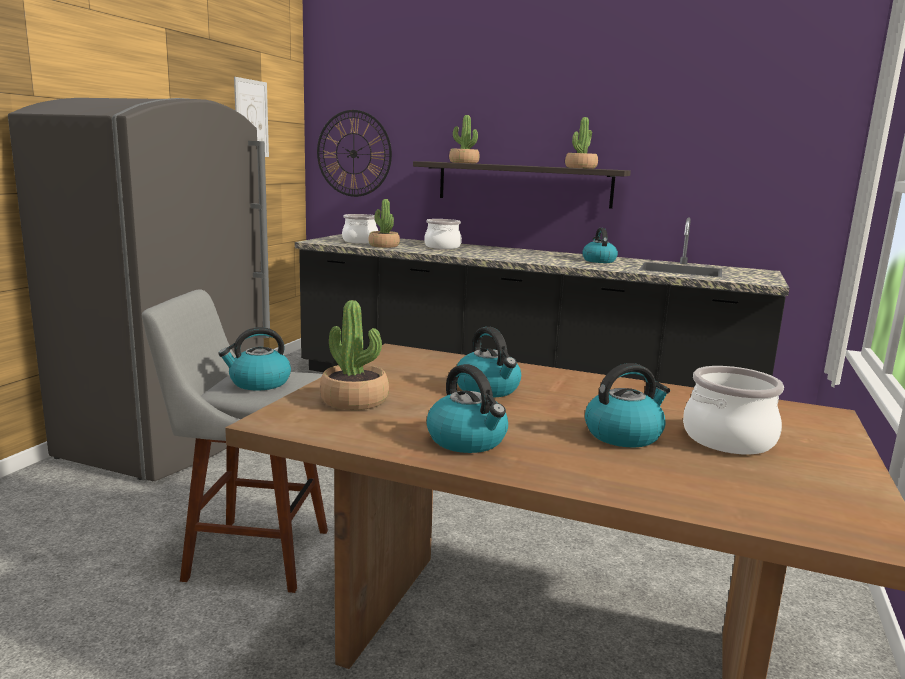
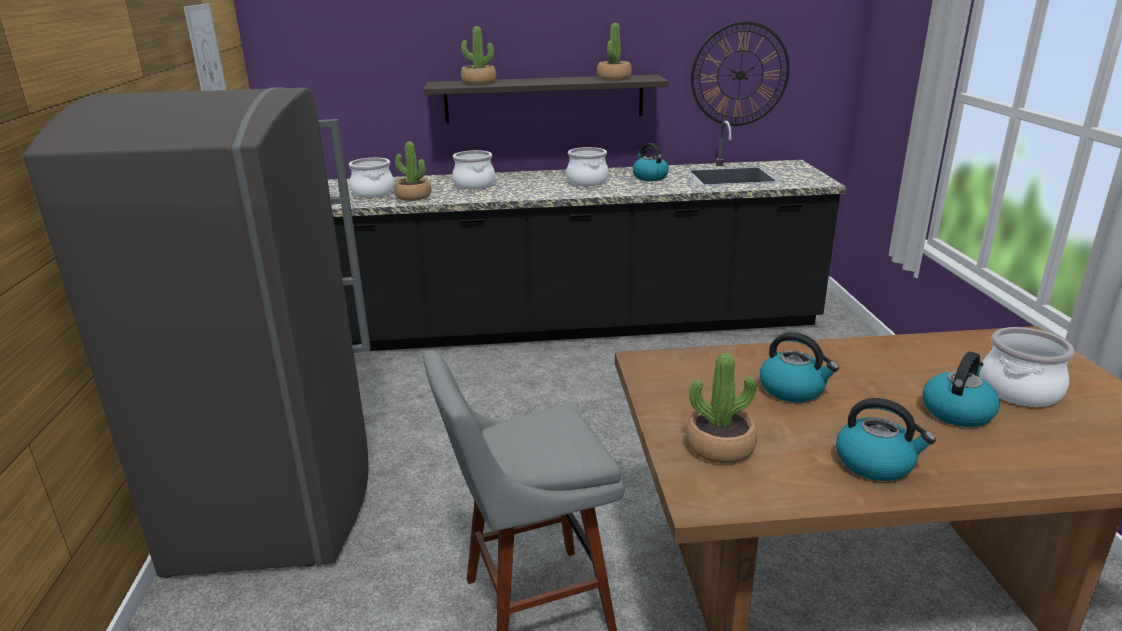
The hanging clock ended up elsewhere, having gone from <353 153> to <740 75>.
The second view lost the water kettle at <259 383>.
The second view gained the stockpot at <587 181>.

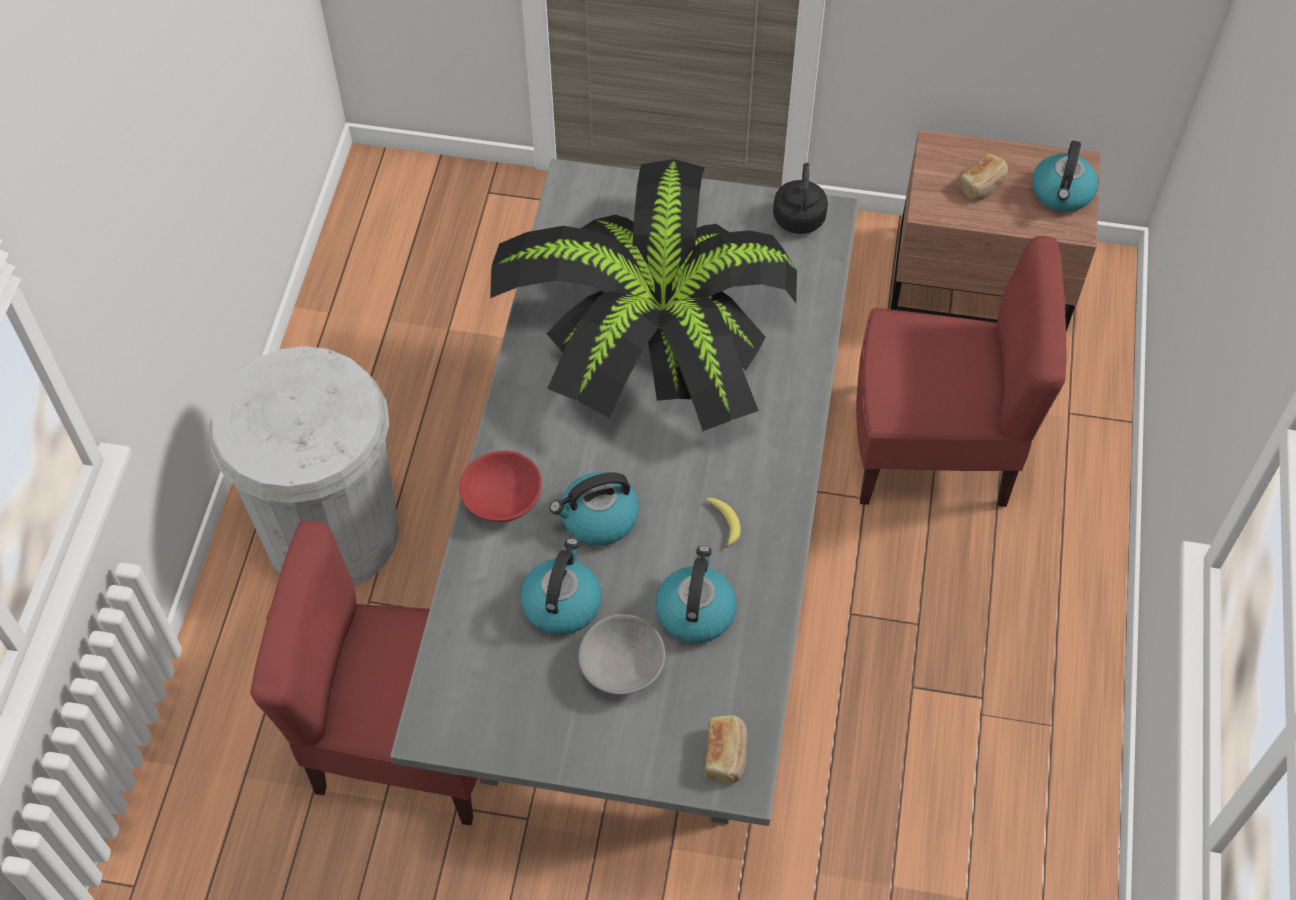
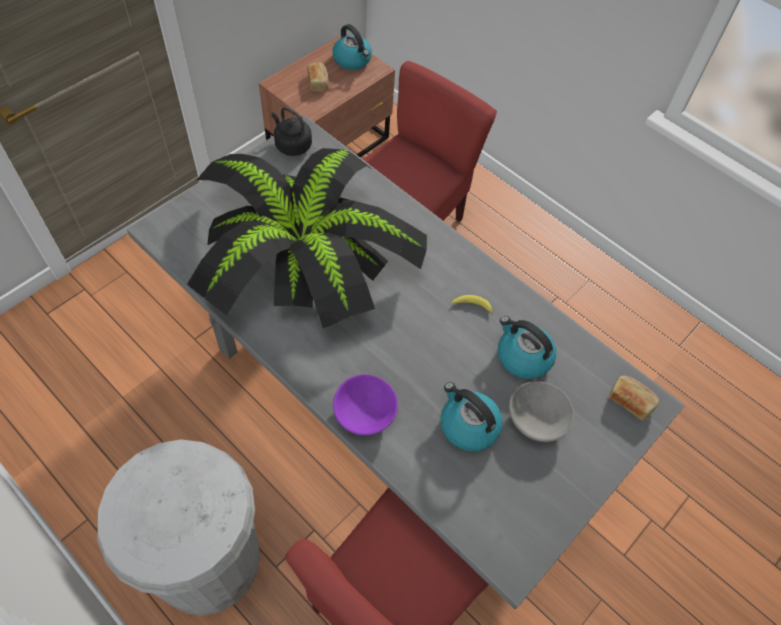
What was the red serving bowl at <503 500> turned into the purple serving bowl at <365 413>.
The second view lost the water kettle at <598 518>.

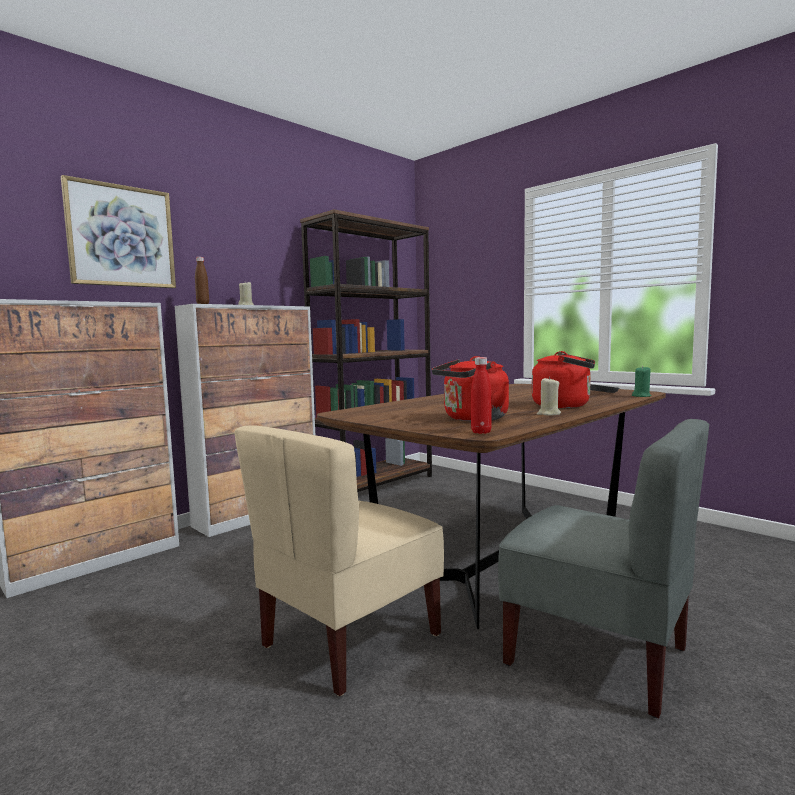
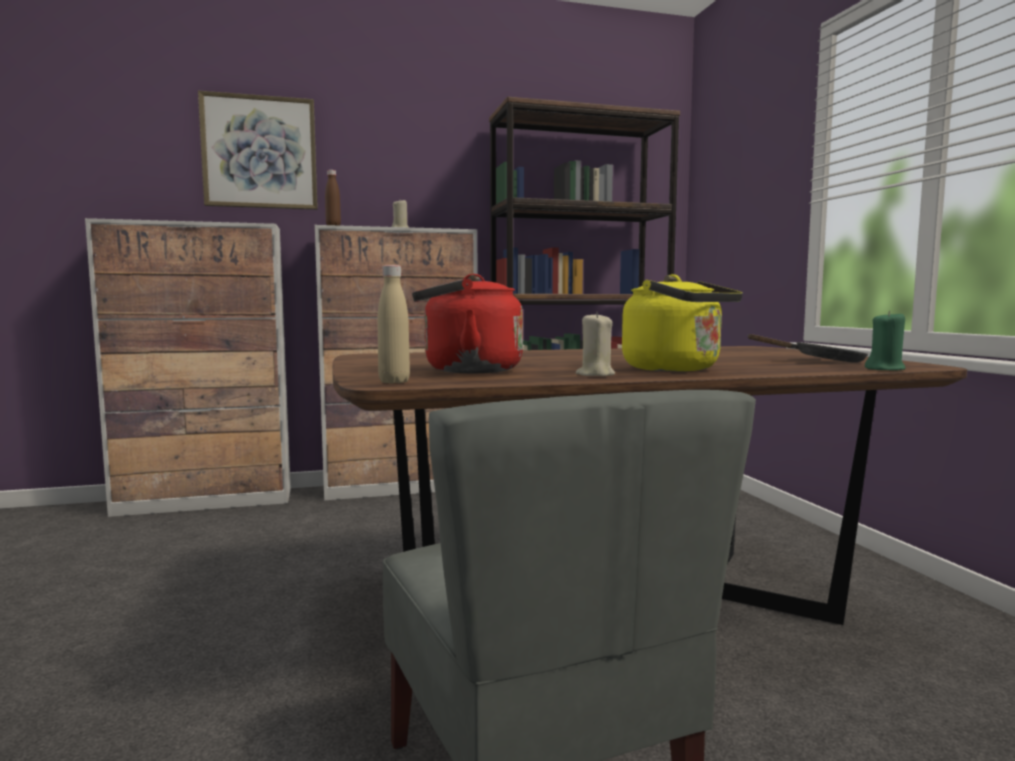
What was the red water kettle at <565 406> turned into the yellow-coloured water kettle at <677 369>.
What was the red bottle at <481 432> turned into the beige bottle at <394 382>.
The second view lost the beige upright chair at <349 640>.

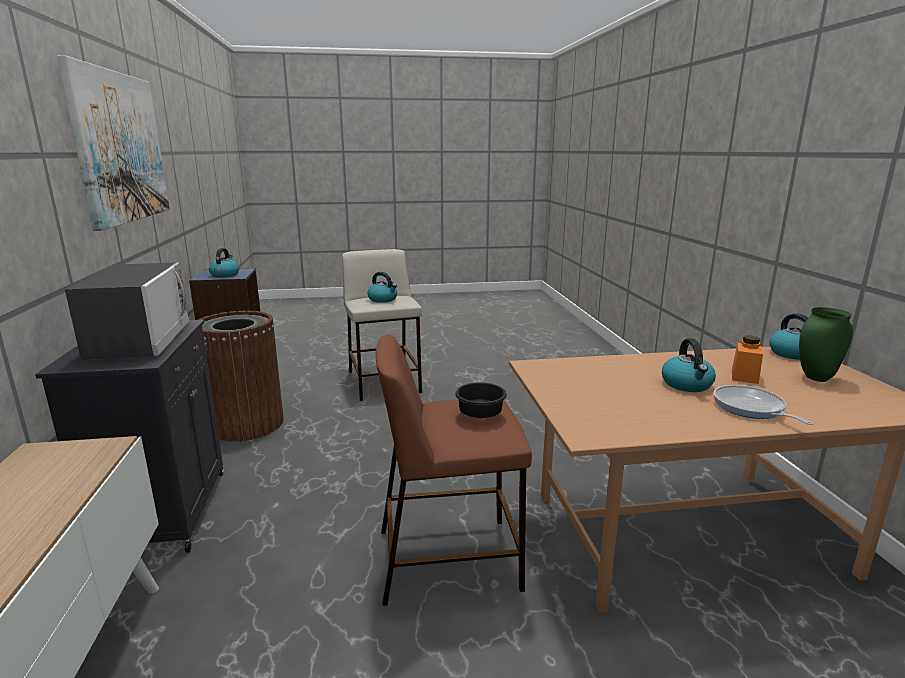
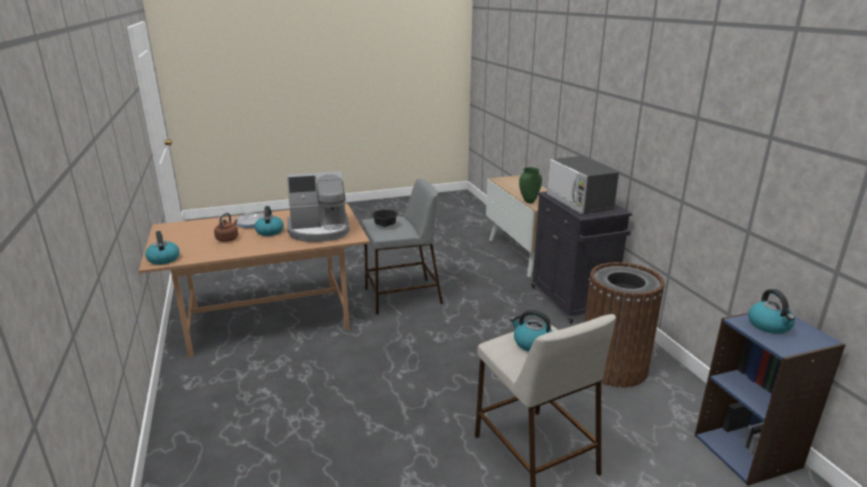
The second view lost the wall art at <120 147>.
The green-coloured vase ended up elsewhere, having gone from <816 378> to <529 201>.
What was the brown sitting stool at <450 558> turned into the greyish sitting stool at <402 296>.
Where the orange-coloured preserve jar stood at <744 376>, the brown water kettle came to stand at <228 239>.
The second view gained the coffee machine at <319 230>.

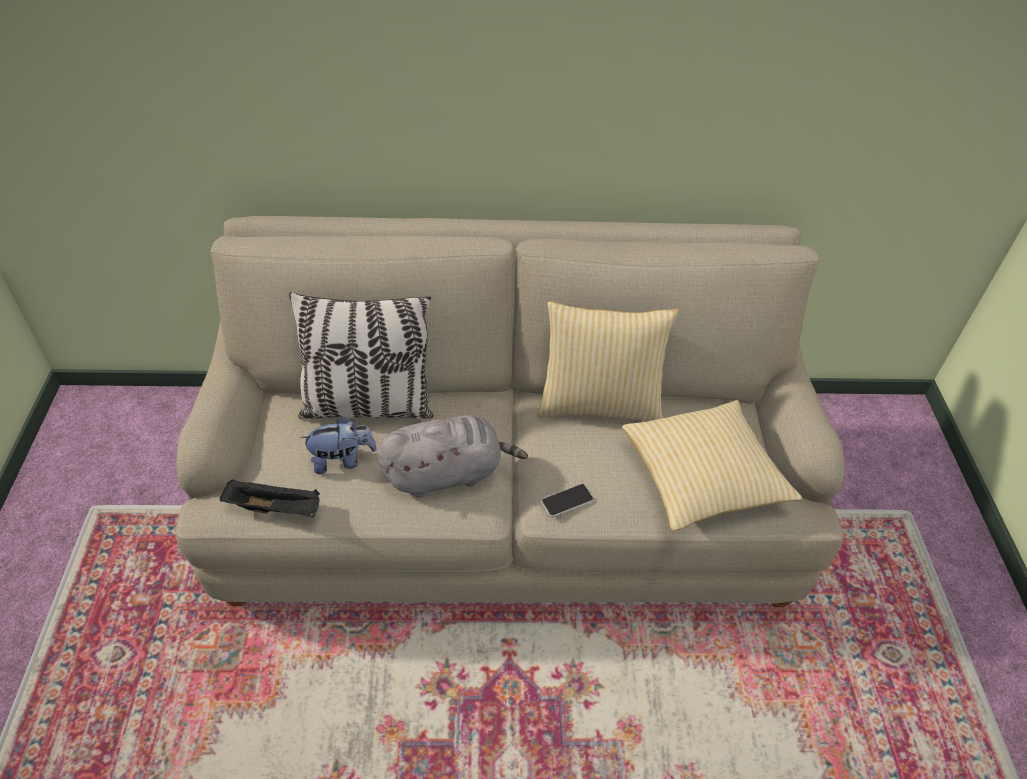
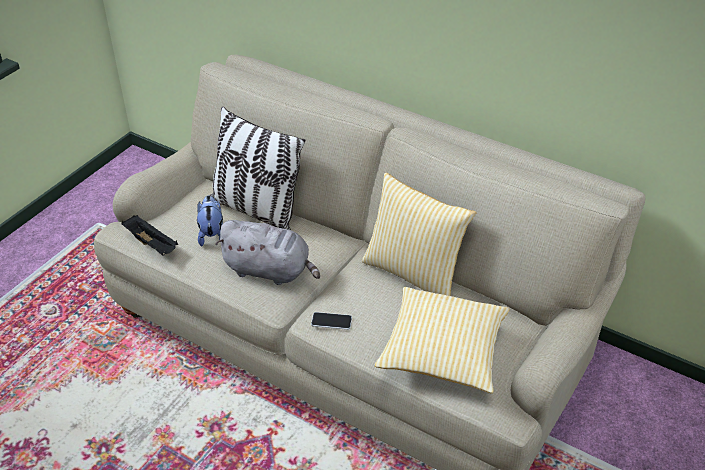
The cuddly toy at <342 460> ended up facing another way, 120 degrees counterclockwise from before.

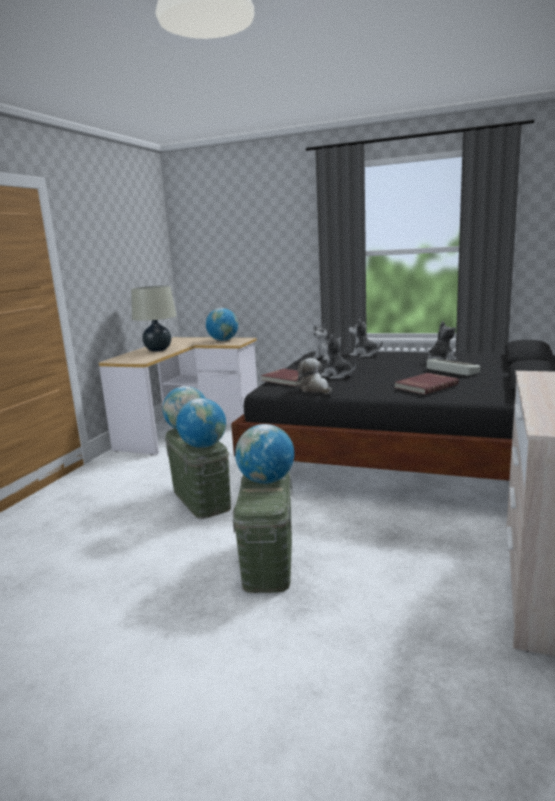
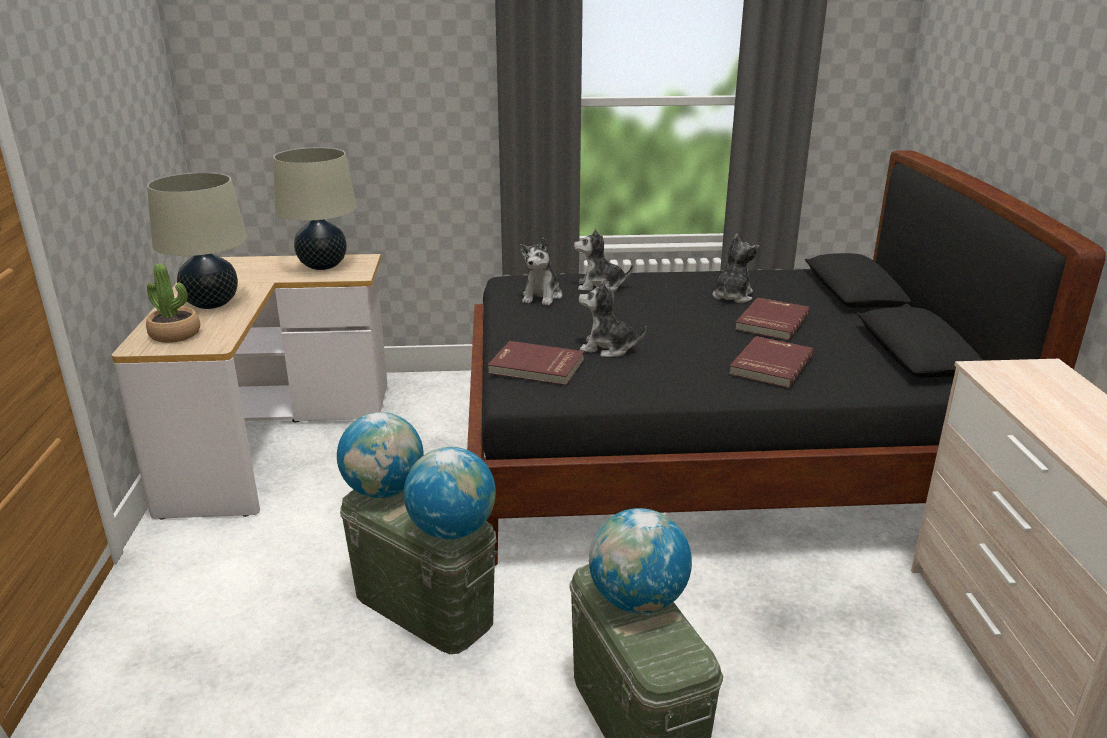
Where the world globe stood at <223 340>, the beige table lamp came to stand at <323 266>.
The second view lost the cuddly toy at <315 389>.
Where the keyboard stood at <451 371>, the red volume came to stand at <770 321>.
The second view gained the houseplant at <175 334>.

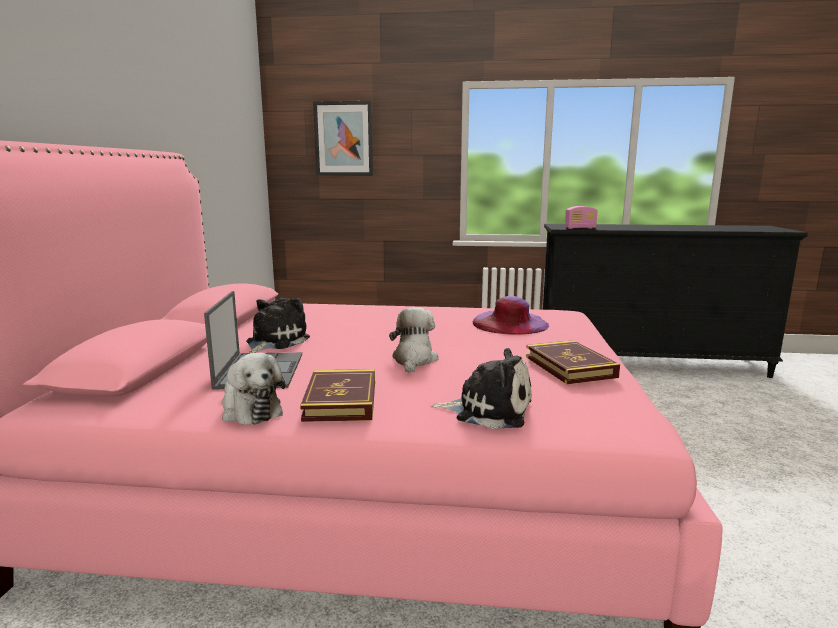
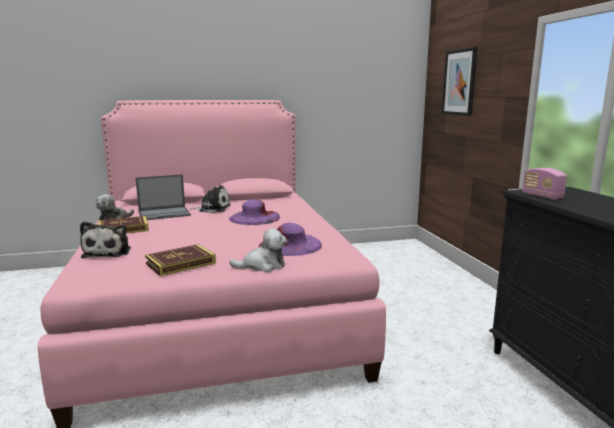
The cuddly toy ended up elsewhere, having gone from <414 360> to <262 266>.
The second view gained the purple wearable hat at <254 217>.

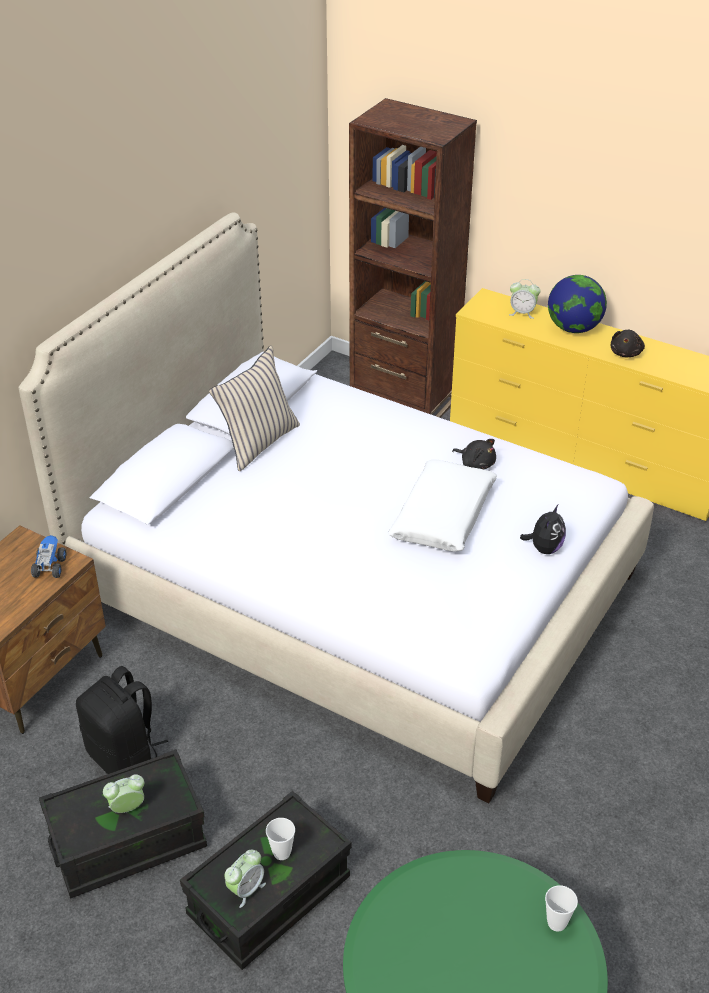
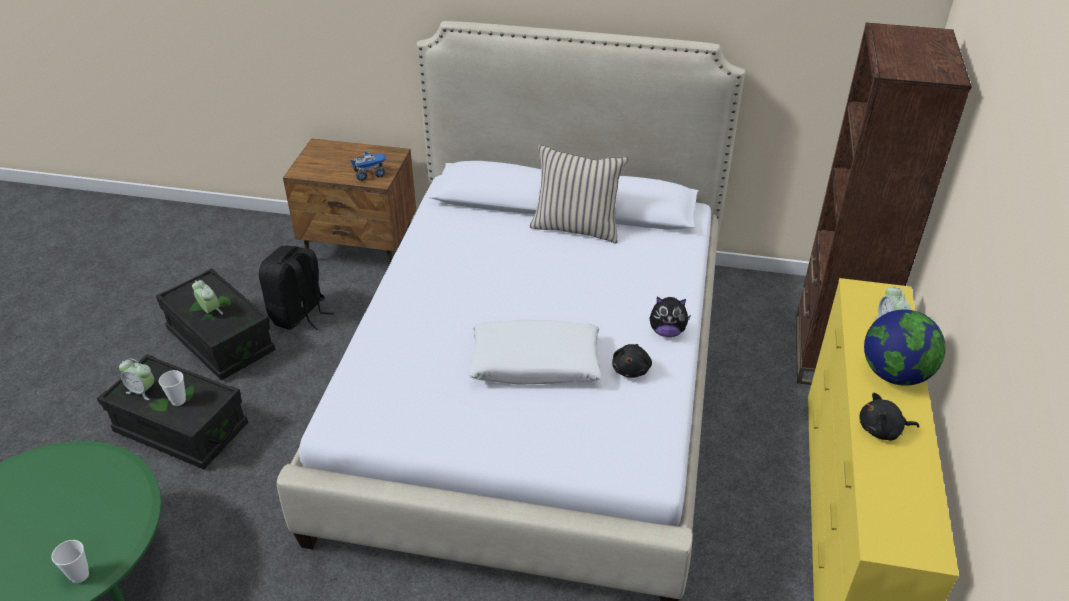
The cuddly toy ended up elsewhere, having gone from <544 548> to <667 332>.

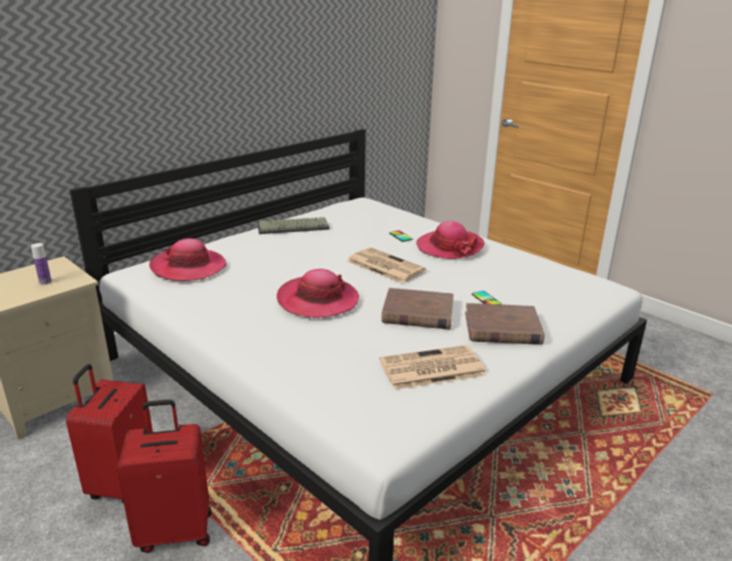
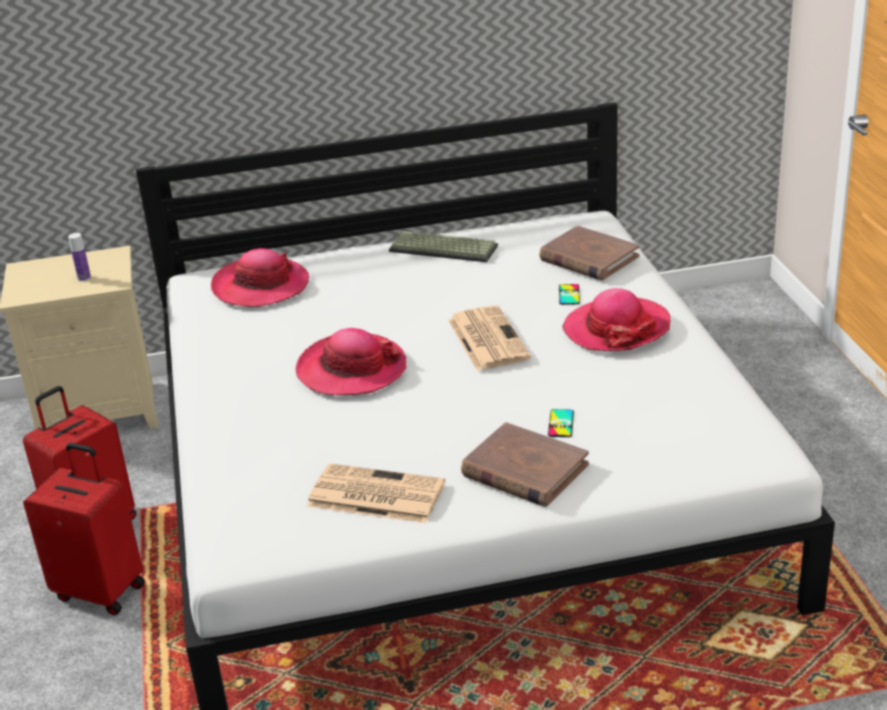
The brown volume ended up elsewhere, having gone from <418 313> to <588 258>.

